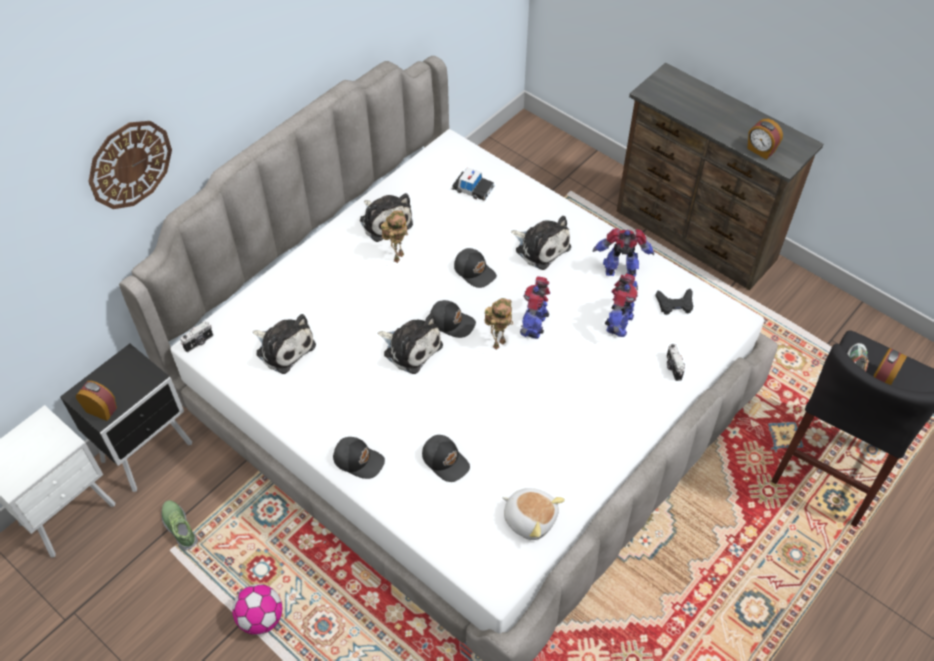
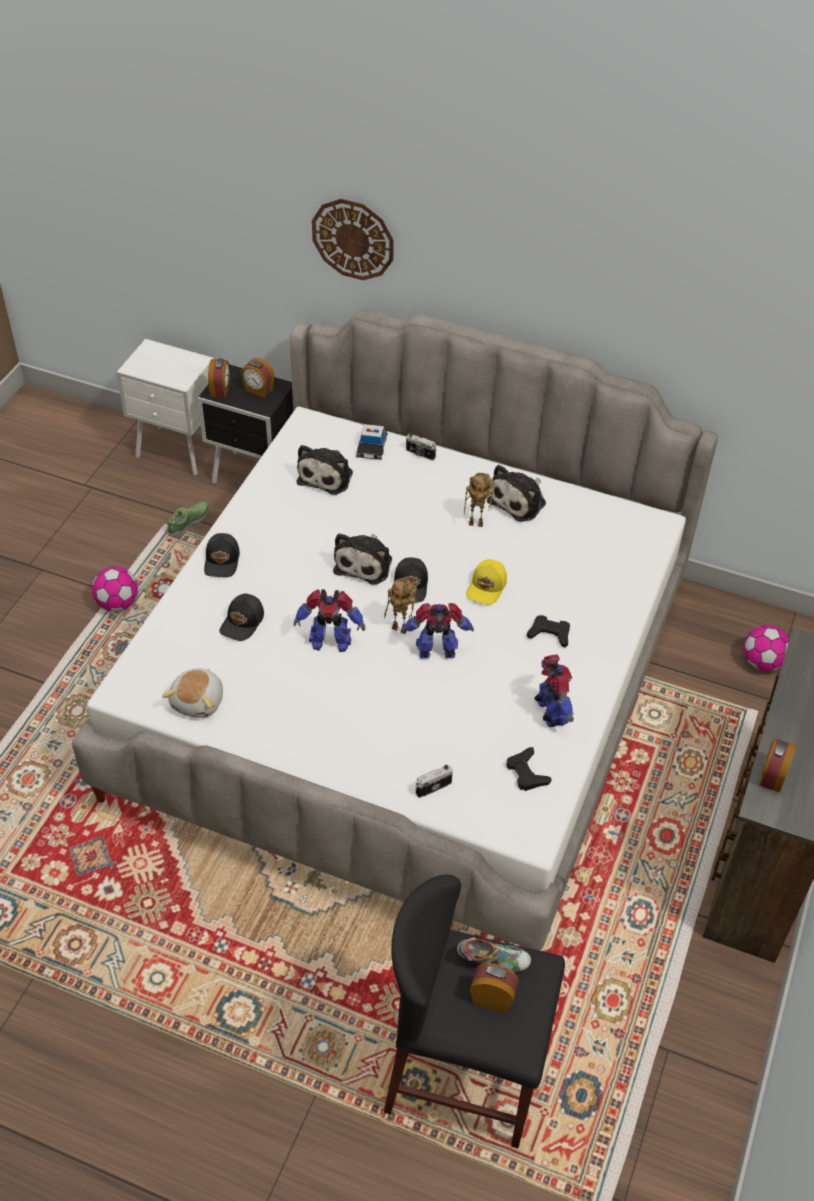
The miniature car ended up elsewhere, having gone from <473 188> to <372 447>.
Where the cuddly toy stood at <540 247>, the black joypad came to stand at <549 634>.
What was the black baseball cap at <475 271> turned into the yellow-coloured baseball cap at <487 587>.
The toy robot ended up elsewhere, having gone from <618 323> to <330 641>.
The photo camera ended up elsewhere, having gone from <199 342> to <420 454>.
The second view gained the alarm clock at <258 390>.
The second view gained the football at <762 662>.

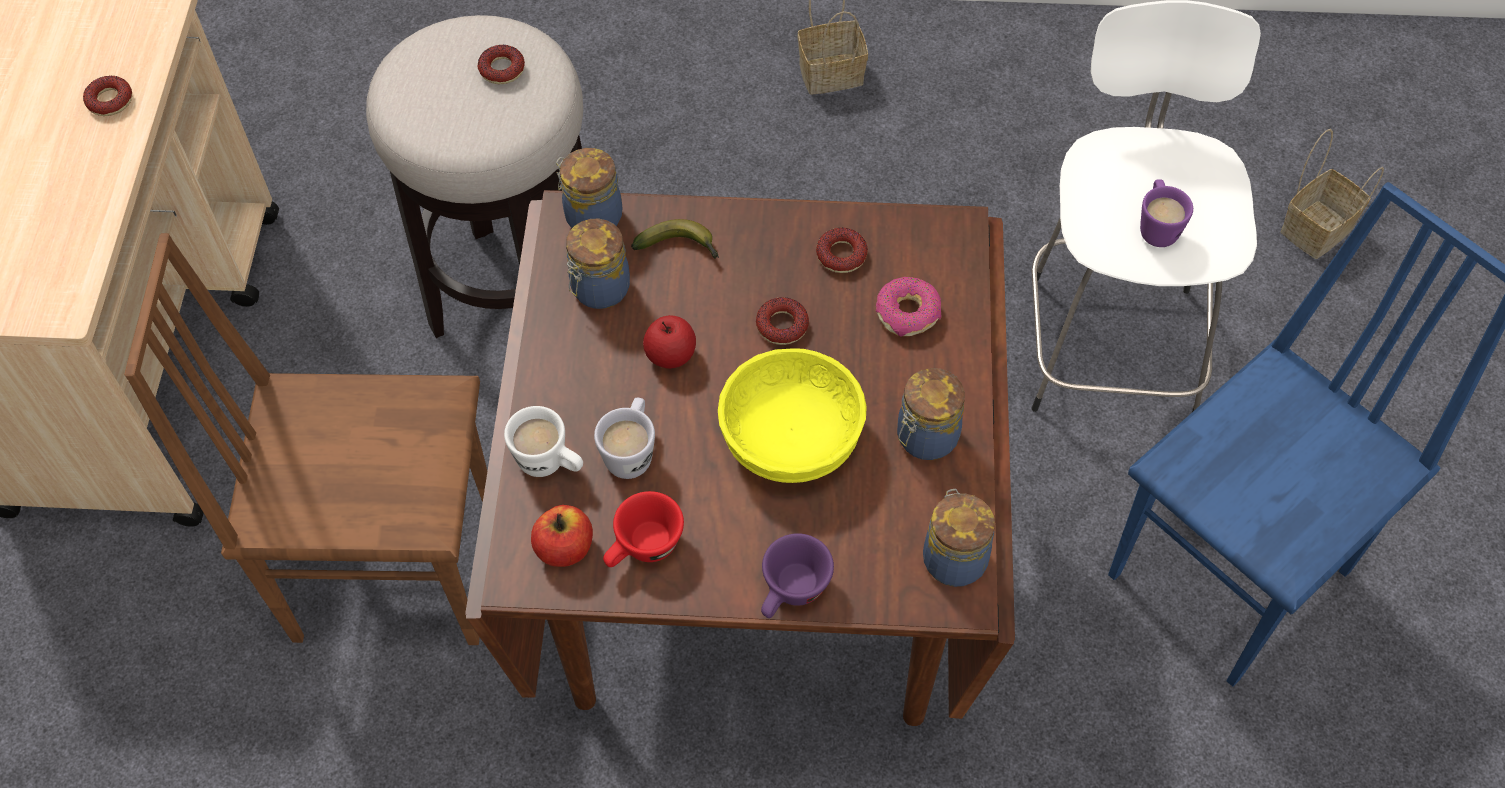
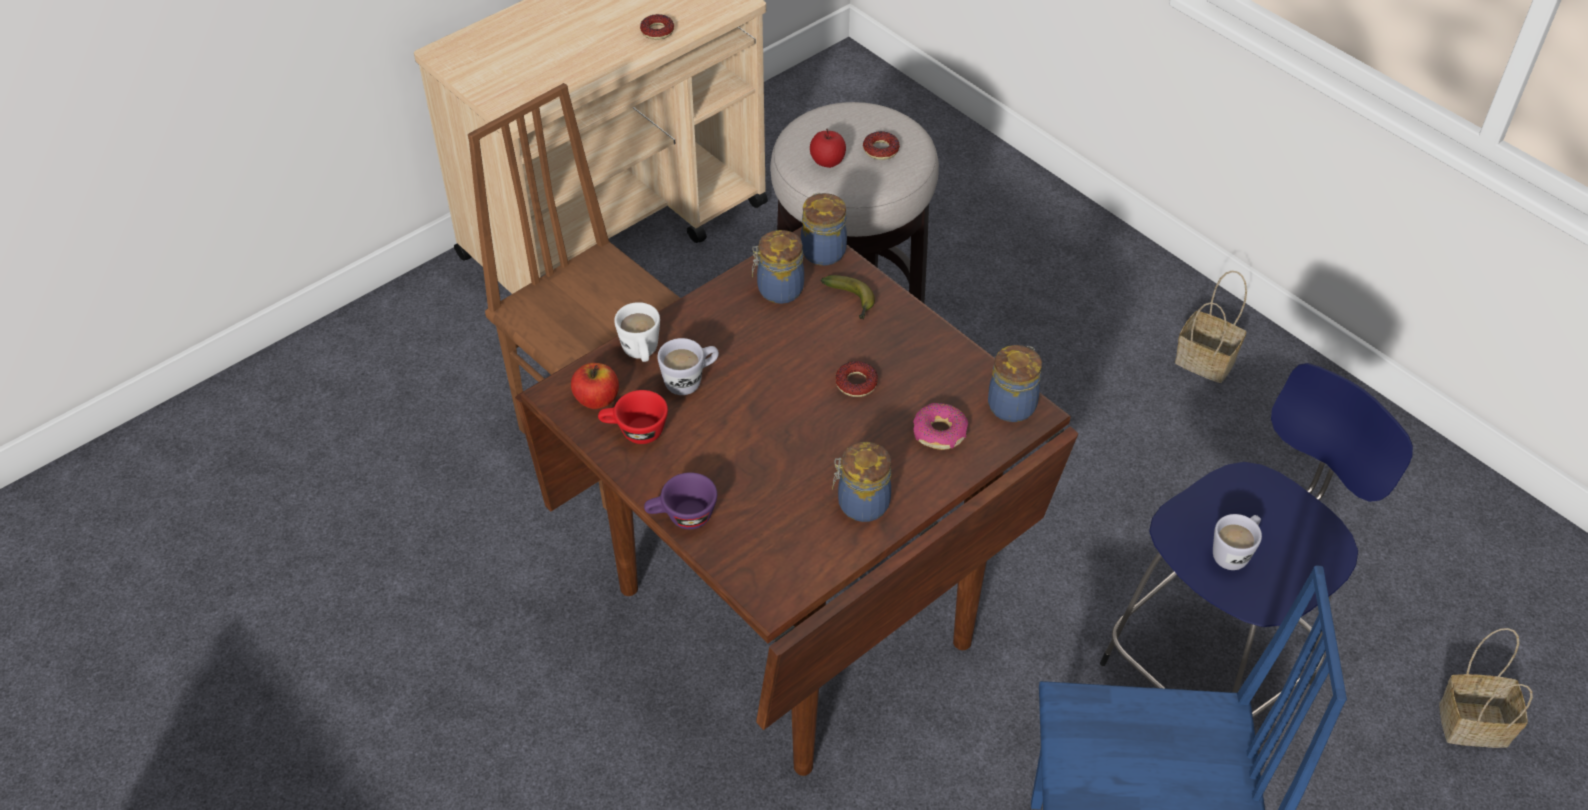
What was the white sitting stool at <1112 341> turned into the blue-coloured sitting stool at <1212 668>.
What was the purple tea mug at <1157 226> turned into the white tea mug at <1234 553>.
The second view lost the ring doughnut at <841 255>.
The apple ended up elsewhere, having gone from <670 355> to <827 161>.
The second view lost the yellow-coloured serving bowl at <793 438>.
The preserve jar ended up elsewhere, having gone from <953 557> to <1013 405>.

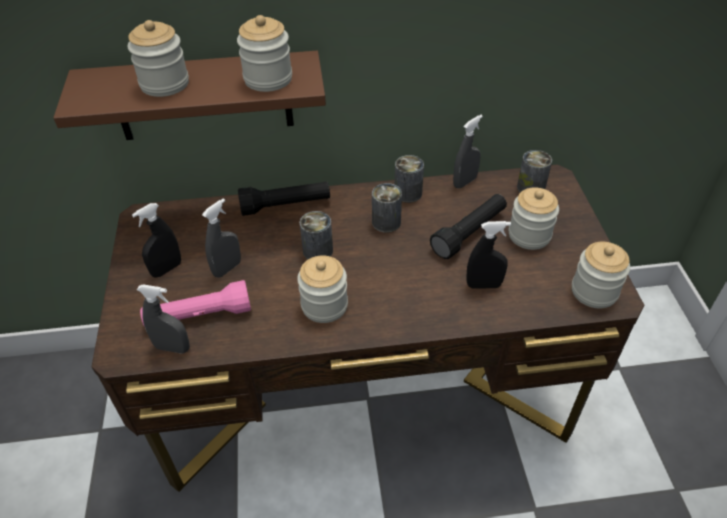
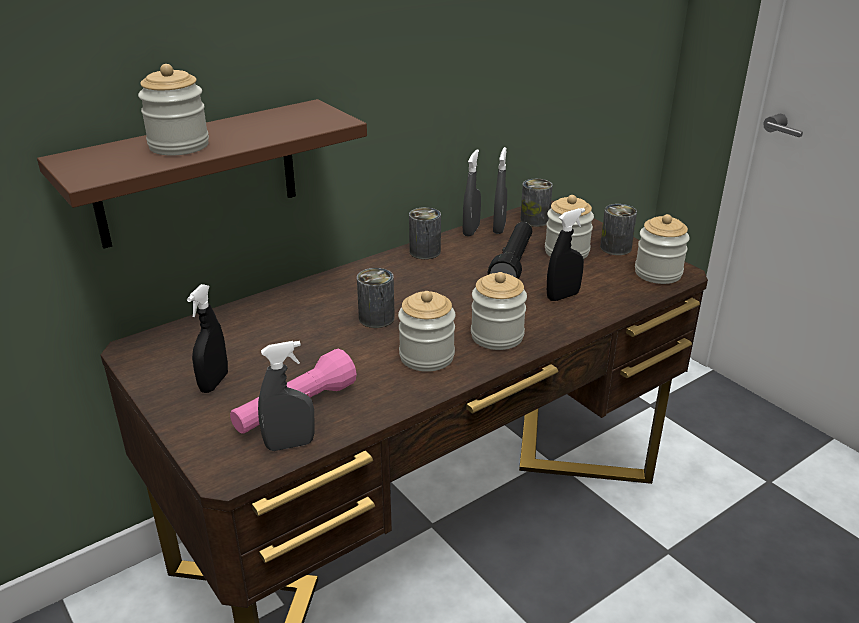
The preserve jar ended up elsewhere, having gone from <268 79> to <497 336>.
The second view lost the black torch at <286 206>.
The metal can ended up elsewhere, having gone from <386 222> to <615 248>.
The greyish spray bottle ended up elsewhere, having gone from <227 268> to <499 228>.

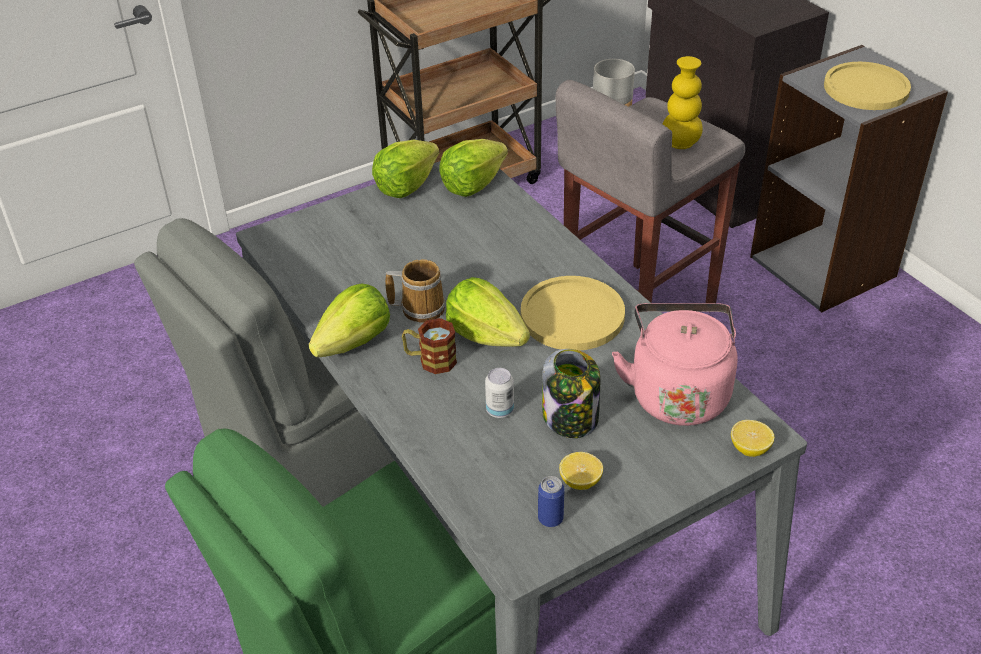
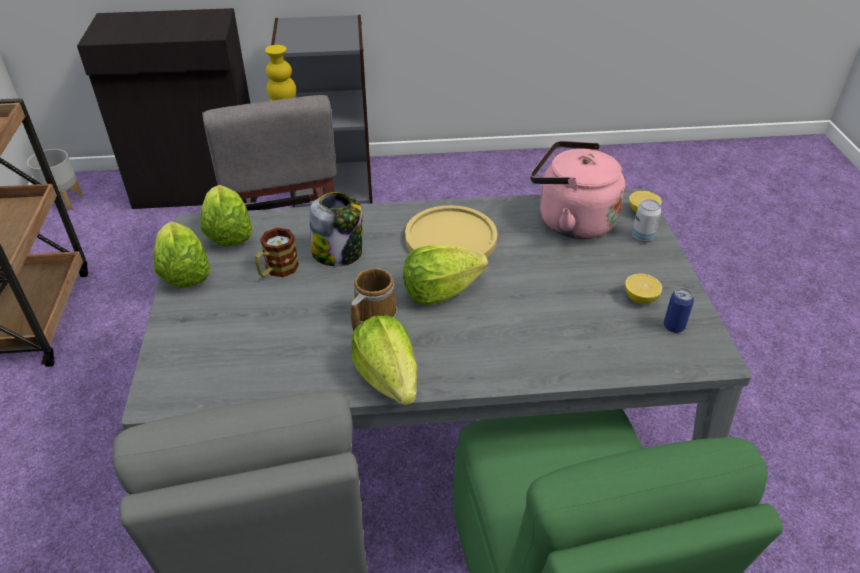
The second view lost the yellow-coloured plate at <866 88>.
The tea mug ended up elsewhere, having gone from <430 360> to <277 270>.
The preserve jar ended up elsewhere, having gone from <571 418> to <338 253>.
The metal can ended up elsewhere, having gone from <500 410> to <642 236>.

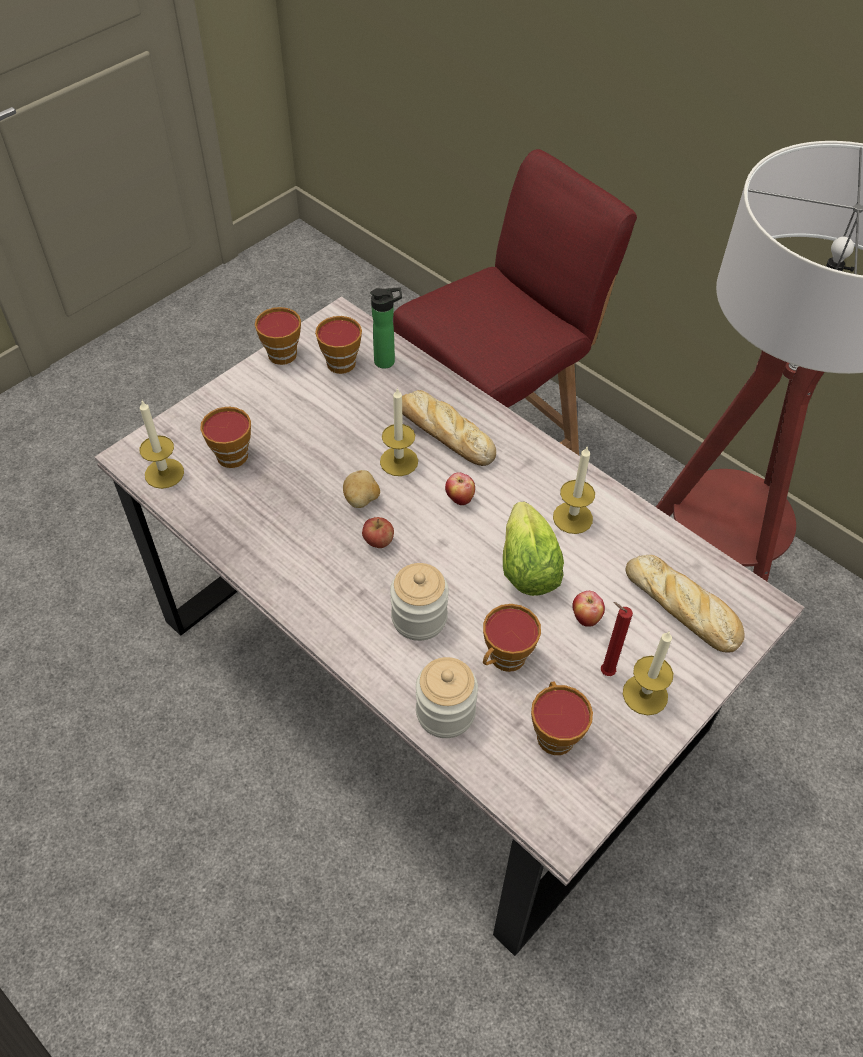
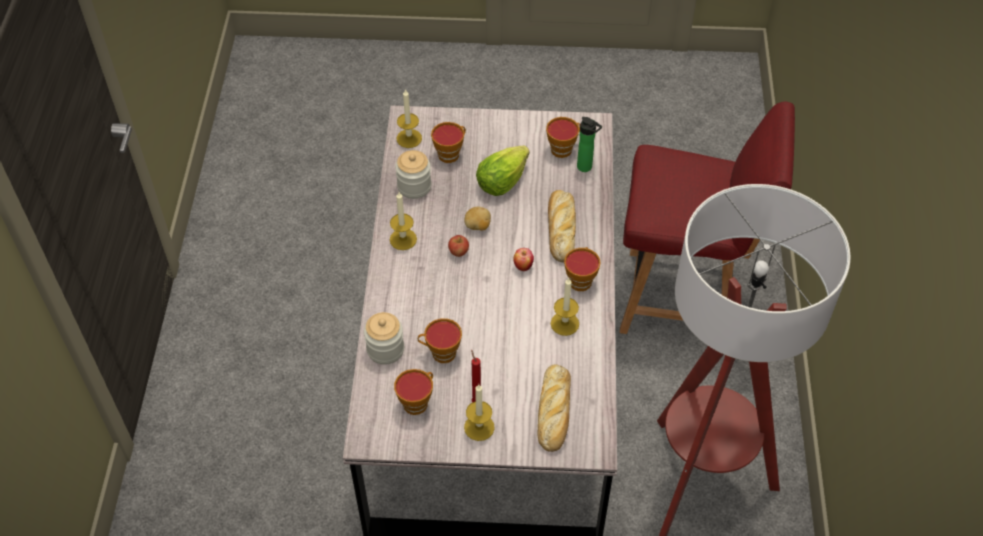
The small cup ended up elsewhere, having gone from <279 352> to <580 279>.
The wax candle ended up elsewhere, having gone from <399 461> to <403 239>.
The head of lettuce ended up elsewhere, having gone from <527 568> to <501 181>.
The preserve jar ended up elsewhere, having gone from <419 618> to <414 186>.
The second view lost the apple at <585 618>.

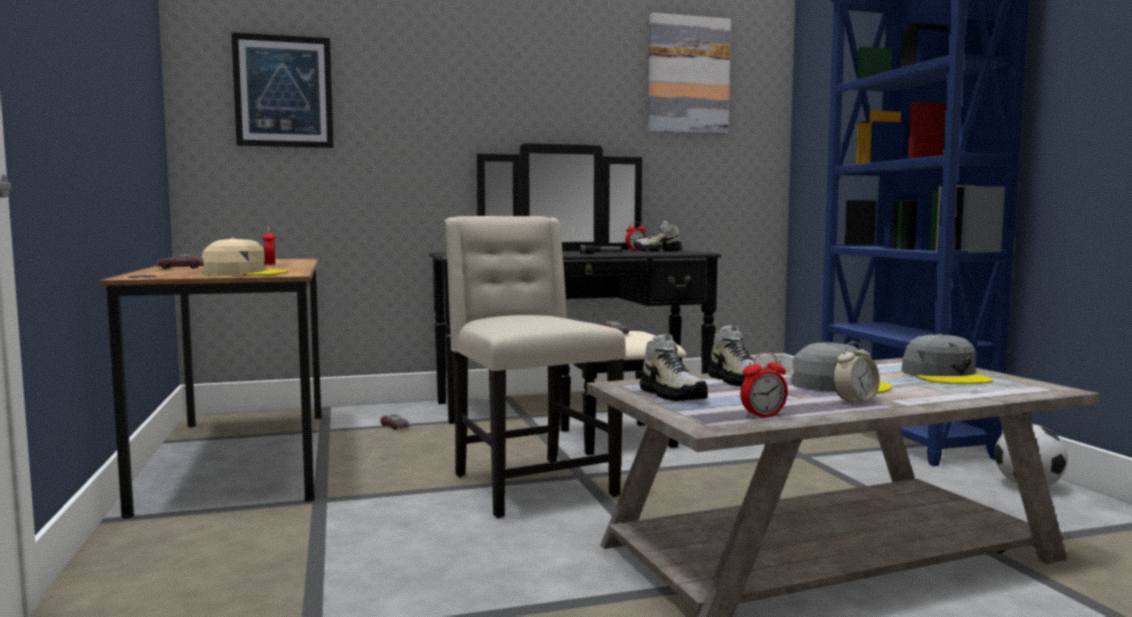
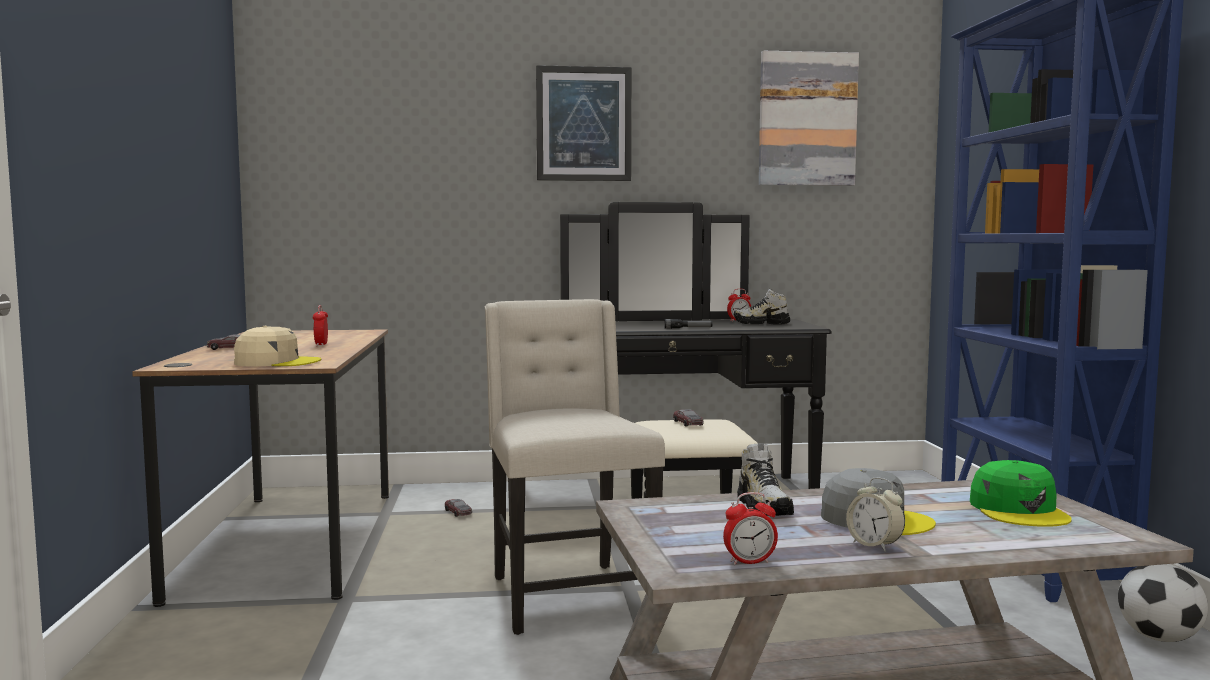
The wall art ended up elsewhere, having gone from <283 92> to <583 124>.
The second view lost the item of footwear at <672 395>.
What was the greyish baseball cap at <945 375> turned into the green-coloured baseball cap at <1019 510>.
The alarm clock at <855 401> ended up facing another way, 75 degrees clockwise from before.

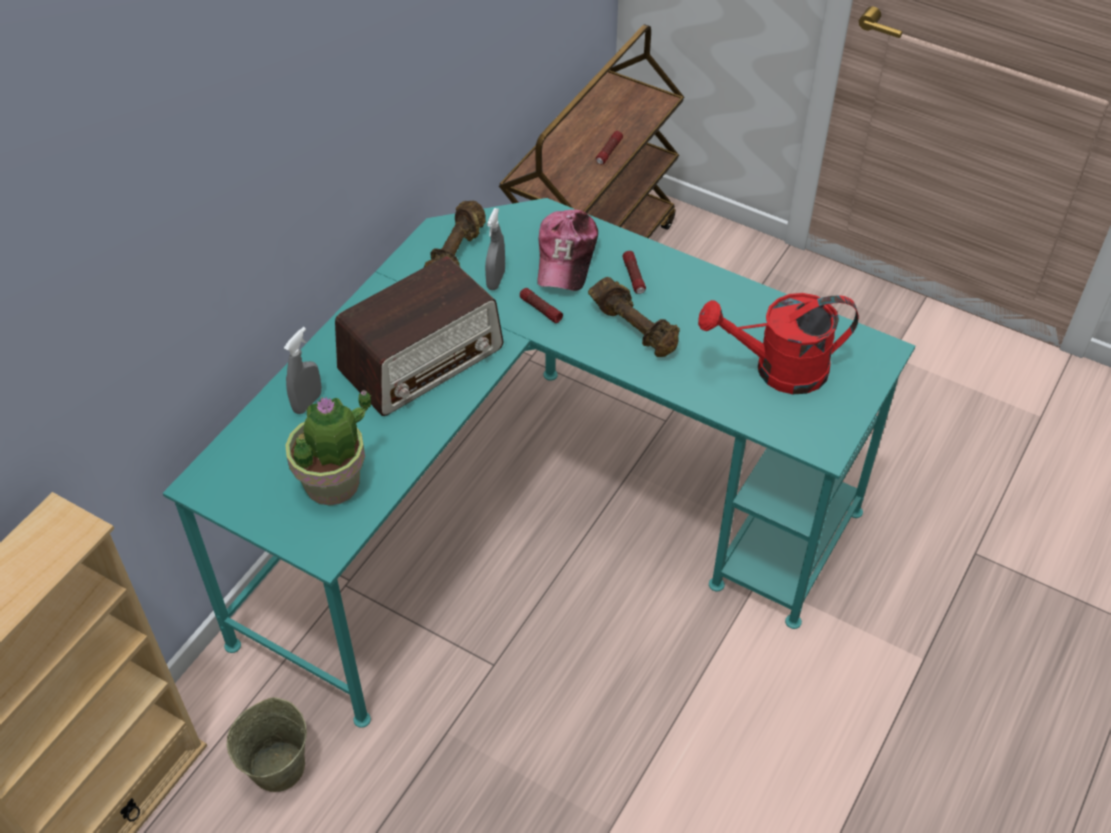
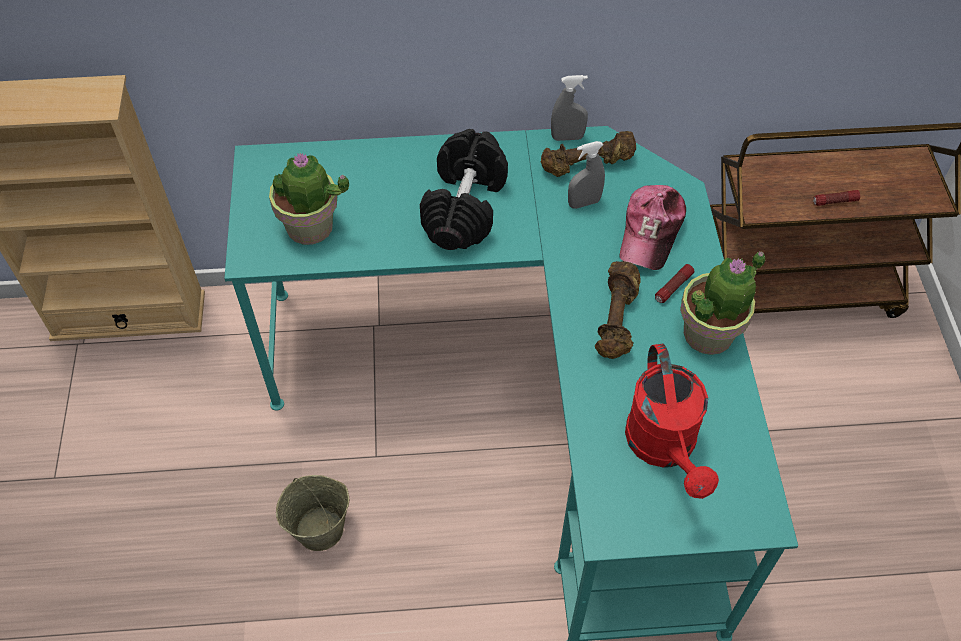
The baseball cap at <566 257> ended up facing another way, 45 degrees counterclockwise from before.
Where the radio stood at <422 359>, the black dumbbell came to stand at <465 207>.
The second view lost the torch at <540 309>.
The red watering can at <778 370> ended up facing another way, 150 degrees counterclockwise from before.
The greyish spray bottle ended up elsewhere, having gone from <307 402> to <567 137>.
The beige bucket ended up elsewhere, having gone from <278 765> to <321 529>.
The second view gained the houseplant at <709 333>.

